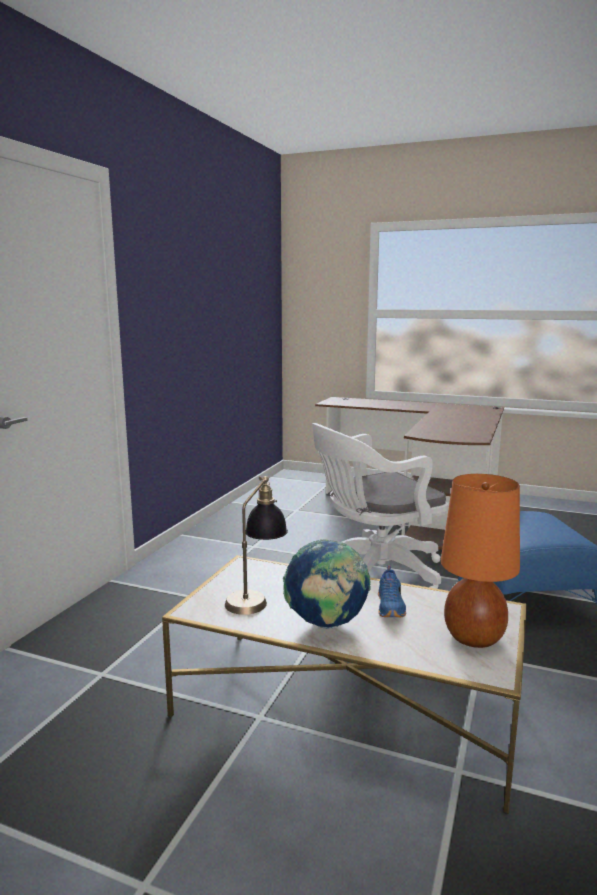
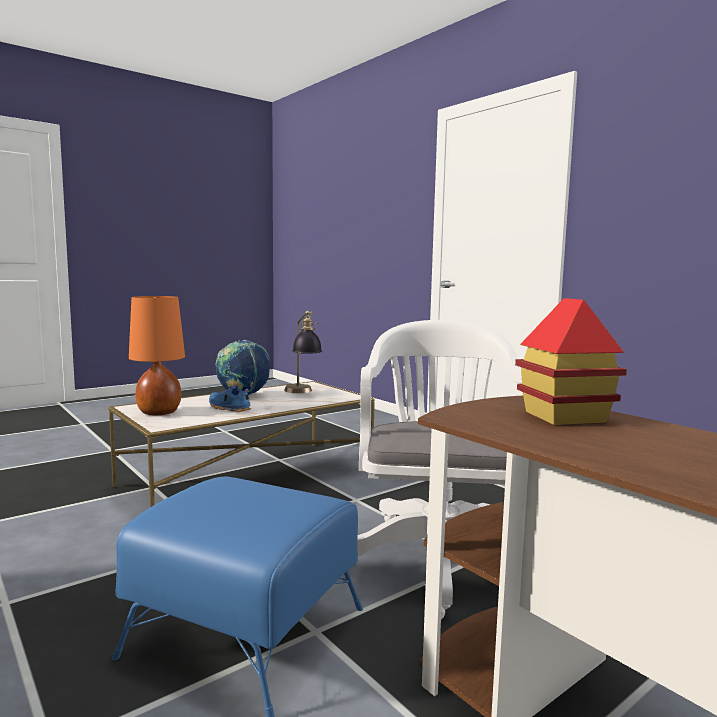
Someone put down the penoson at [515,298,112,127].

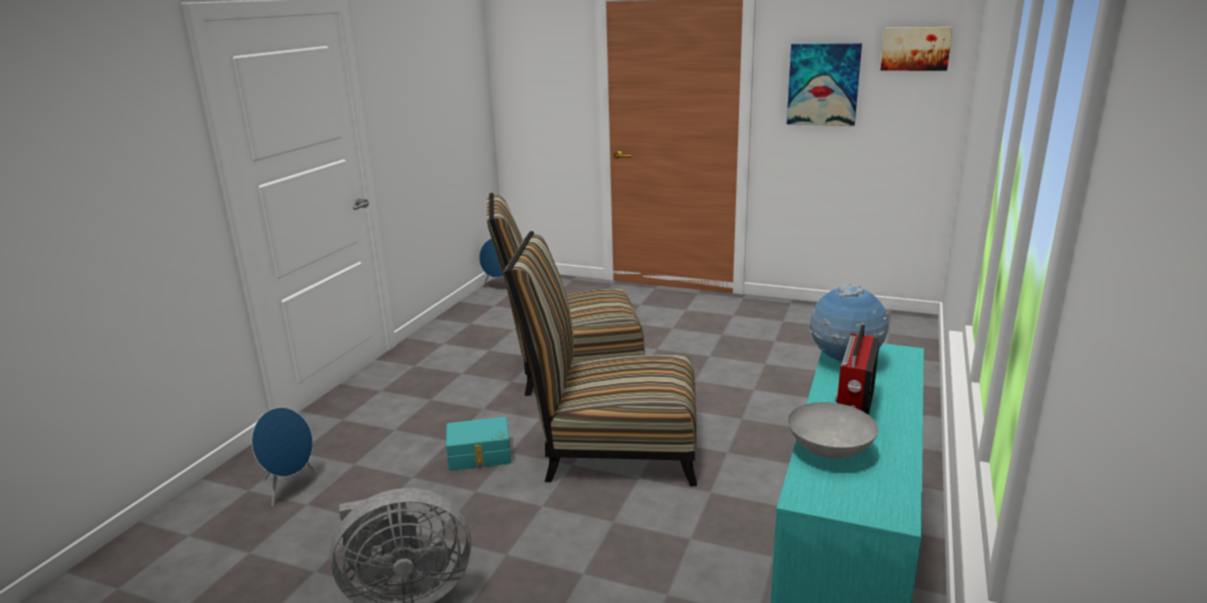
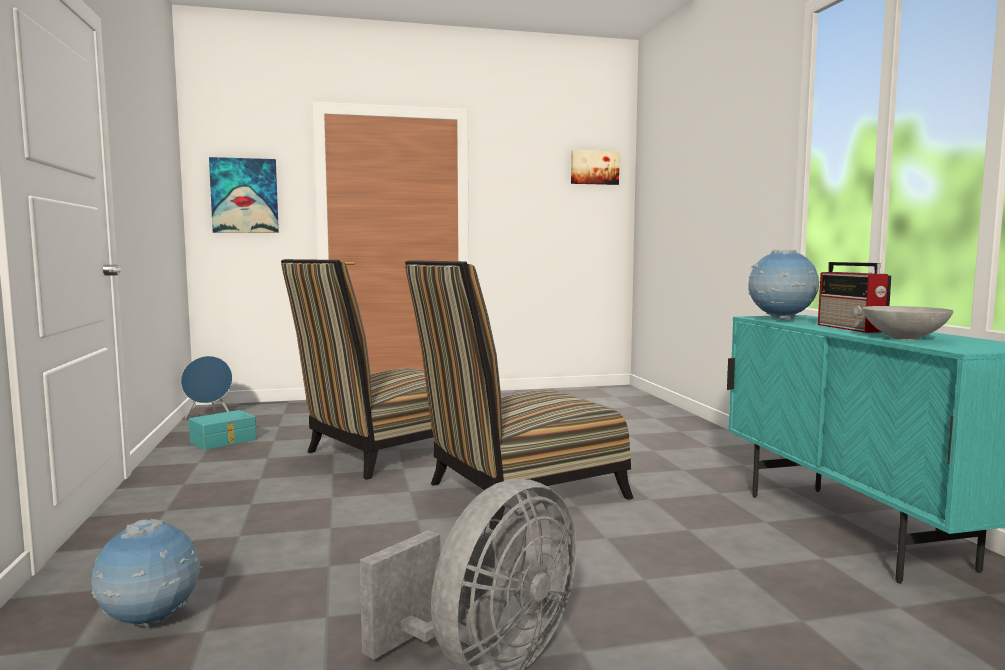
Someone carried the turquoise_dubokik from [446,417,65,54] to [189,410,68,40]. Someone carried the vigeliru from [787,43,75,83] to [209,157,70,76]. Someone swapped the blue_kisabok at [252,407,66,99] for the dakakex at [91,519,112,109].

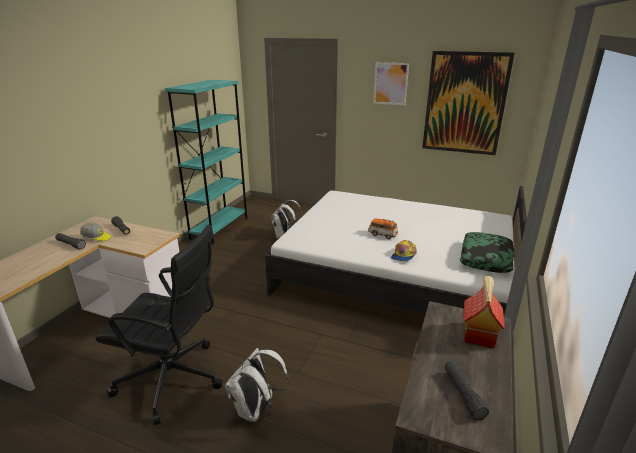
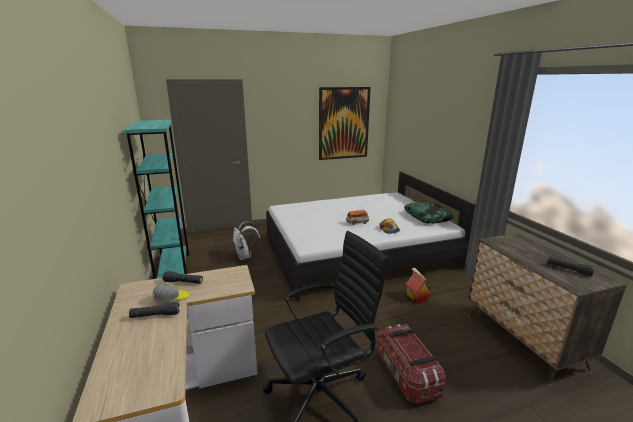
Someone took away the vigeliru at [373,62,36,43]. Someone carried the penoson from [463,276,42,72] to [405,268,27,36]. Someone swapped the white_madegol at [225,348,64,74] for the dubokik at [377,324,69,80].

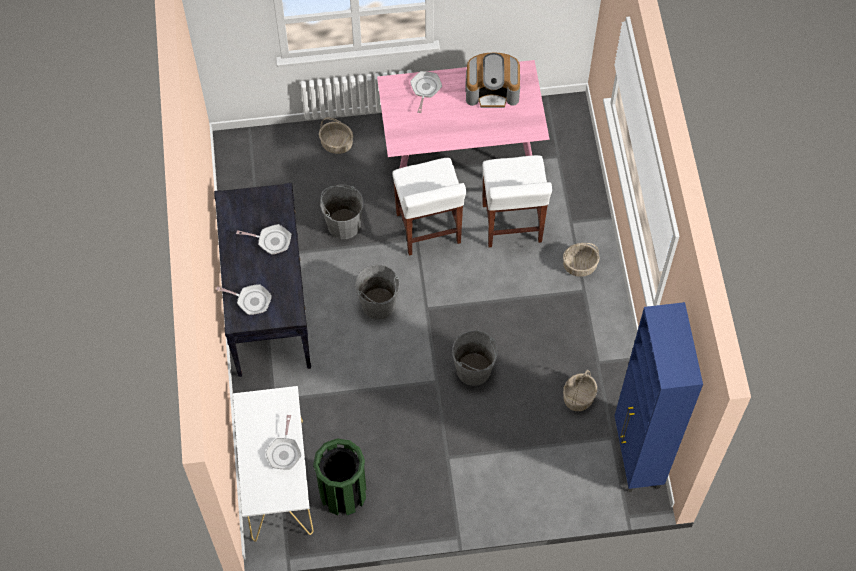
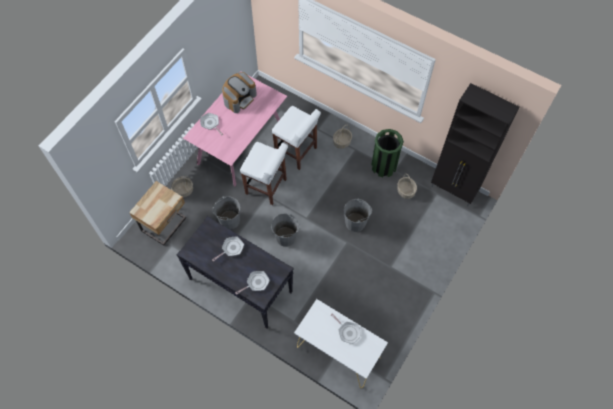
Someone put down the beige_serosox at [129,181,57,64]. Someone carried the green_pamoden from [313,439,53,76] to [371,129,33,48]. Someone repainted the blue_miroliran at [615,302,88,190], which became the black_miroliran at [431,83,88,123].

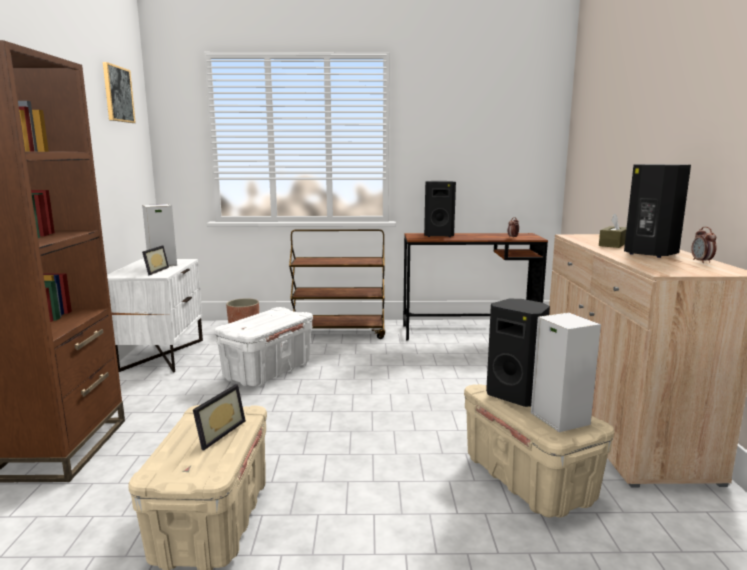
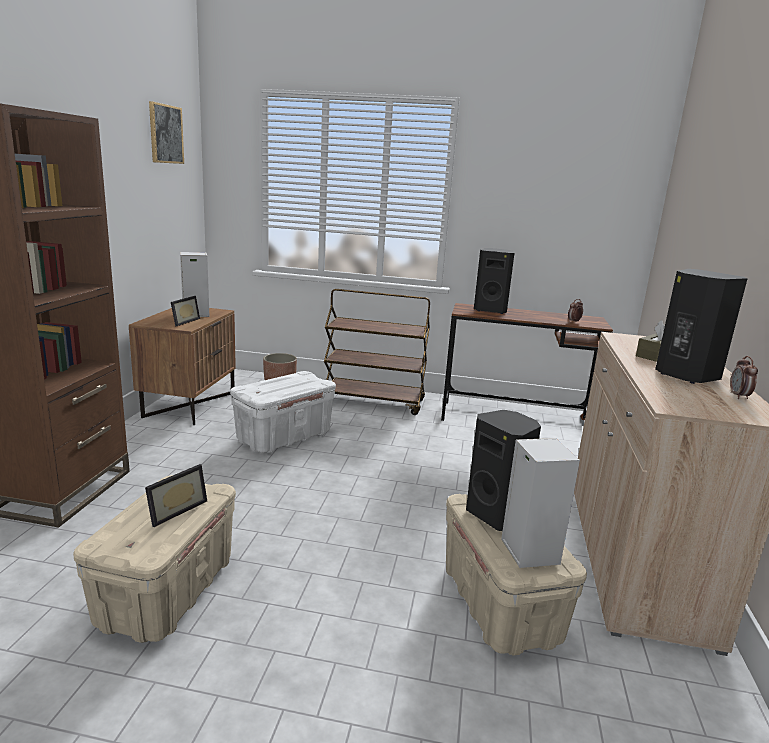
Someone repainted the white_serosox at [107,259,96,113], which became the brown_serosox at [129,308,107,117].

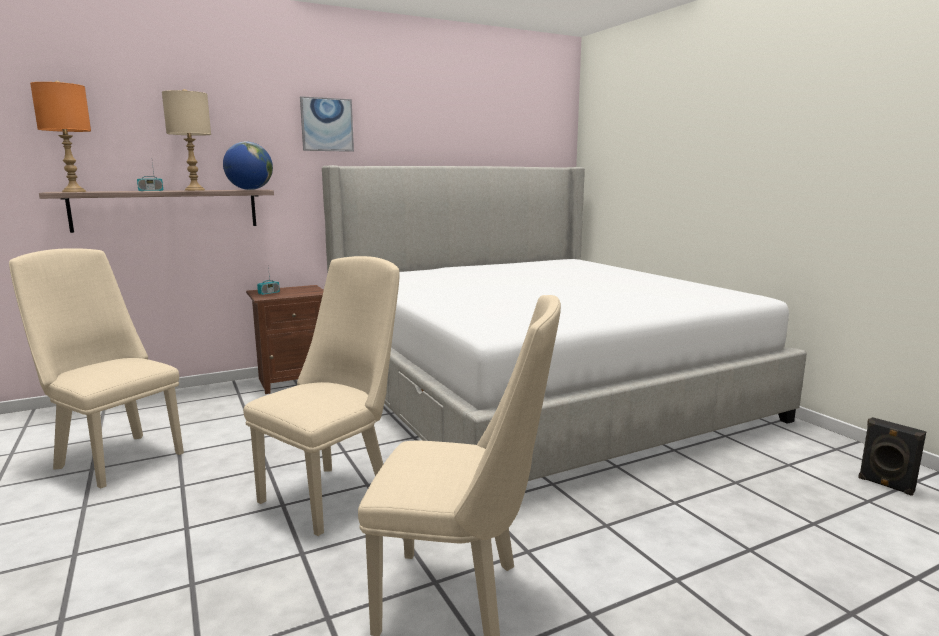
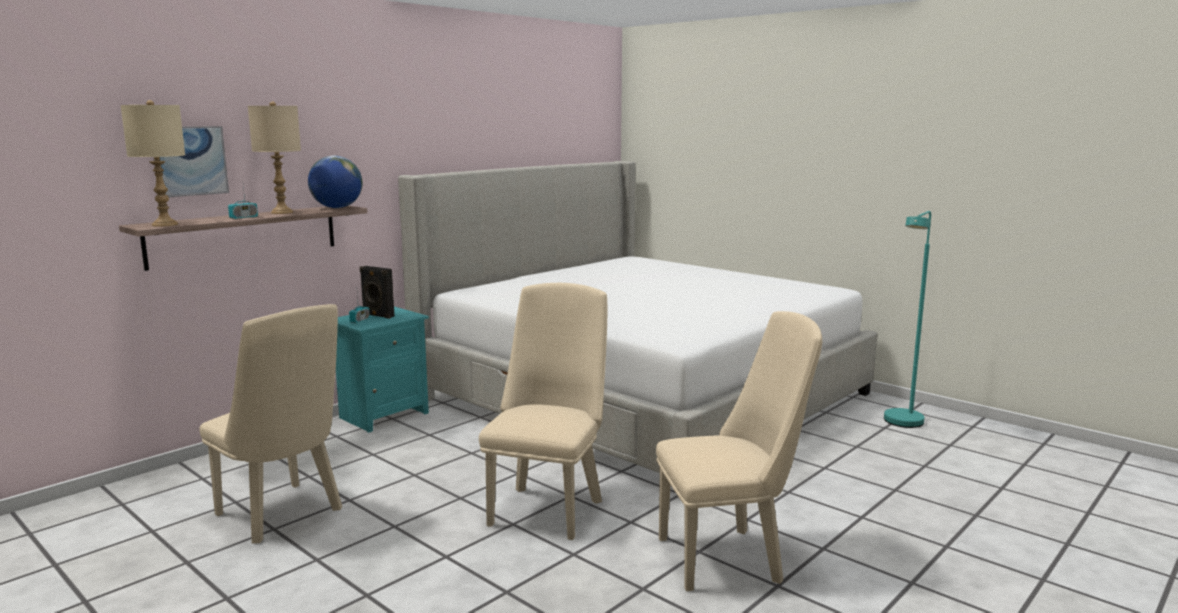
Someone put down the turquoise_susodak at [884,211,47,217]. Someone carried the vigeliru from [300,96,54,56] to [160,126,69,71]. Someone carried the black_kisabok from [858,417,69,79] to [360,266,34,53]. Someone repainted the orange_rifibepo at [30,81,61,111], which became the beige_rifibepo at [120,100,65,127]. Someone repainted the brown_serosox at [246,285,78,109], which became the turquoise_serosox at [336,307,93,126]. Someone rotated the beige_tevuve at [9,248,175,240] by 150 degrees counterclockwise.

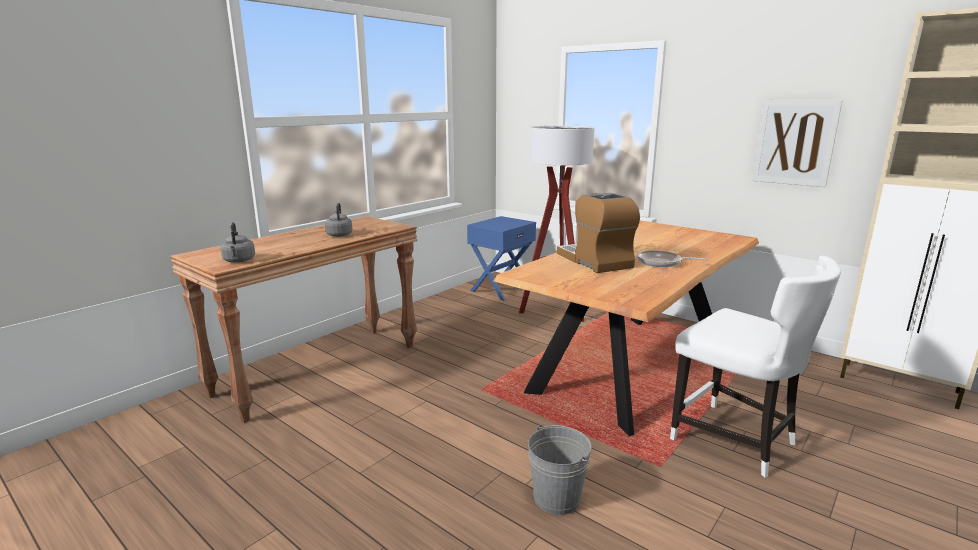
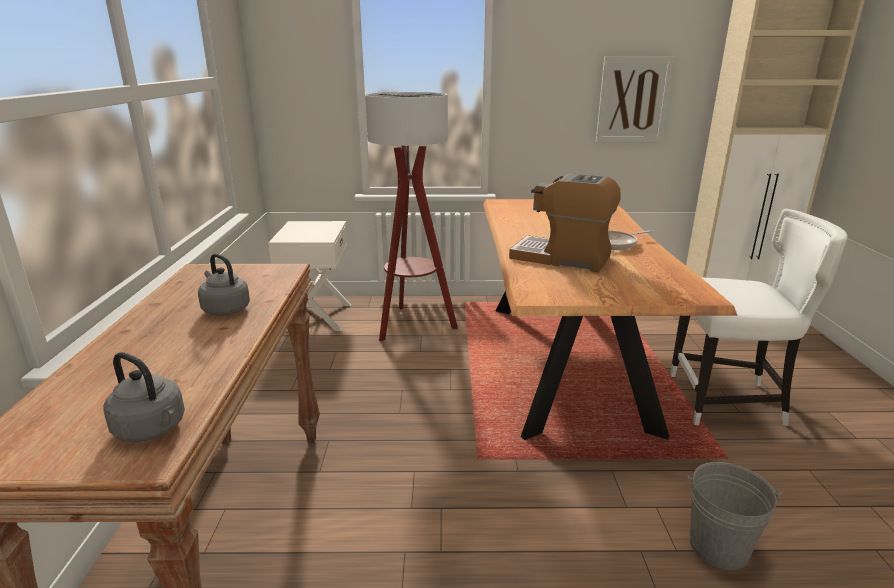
Someone repainted the blue_serosox at [467,216,69,85], which became the white_serosox at [268,221,83,110].

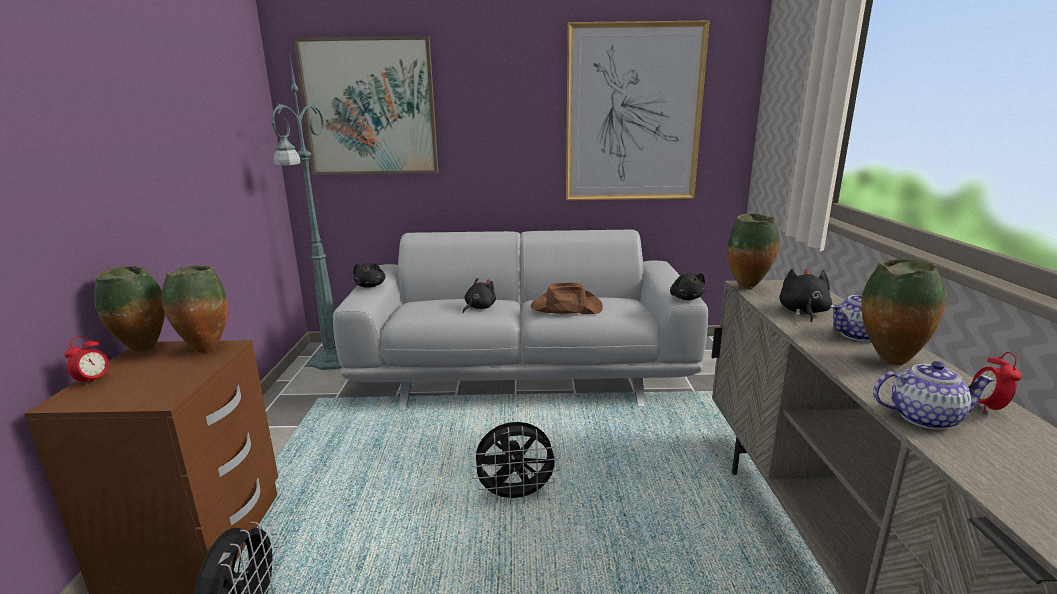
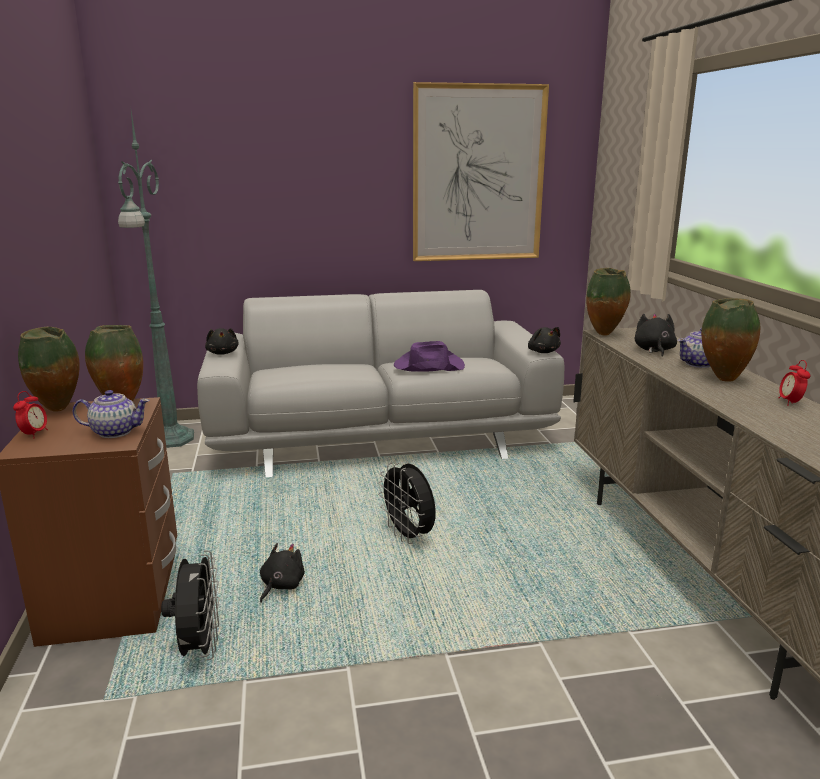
Someone took away the vigeliru at [293,36,145,139]. Someone carried the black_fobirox from [462,278,34,35] to [260,543,45,60]. Someone carried the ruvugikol from [873,361,122,69] to [73,390,77,48]. Someone repainted the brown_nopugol at [531,283,72,31], which became the purple_nopugol at [394,341,71,31]. Someone rotated the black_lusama at [471,422,89,83] by 75 degrees clockwise.

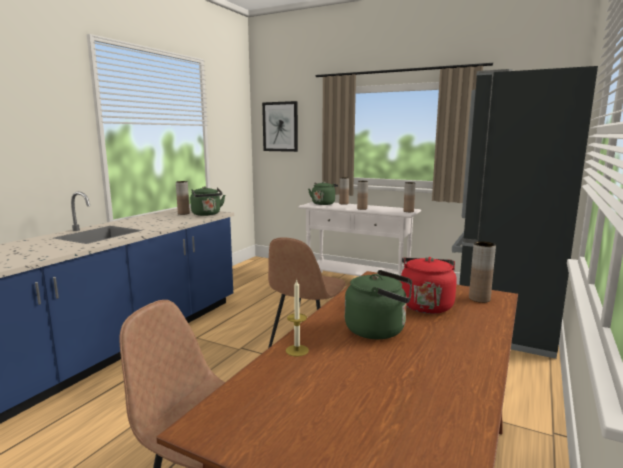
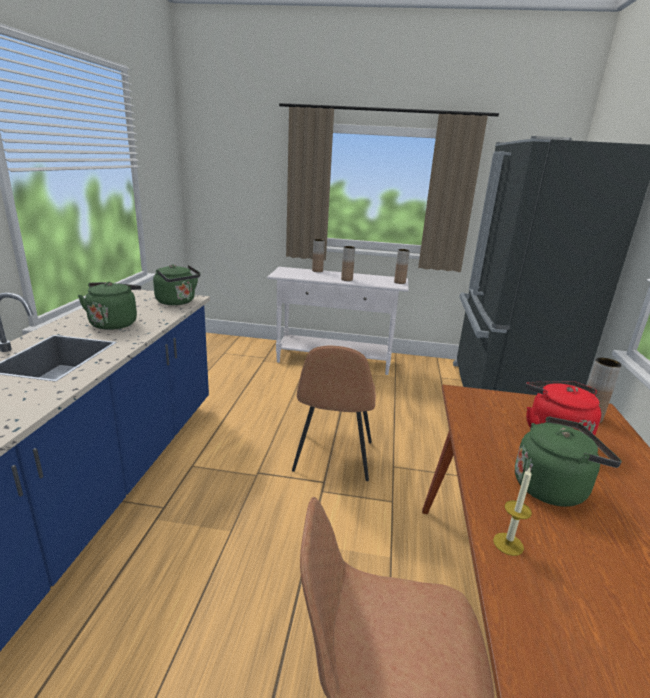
Someone took away the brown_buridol at [176,181,14,34]. Someone took away the vigeliru at [262,101,36,51]. Someone carried the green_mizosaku from [308,181,30,24] to [78,282,63,48].

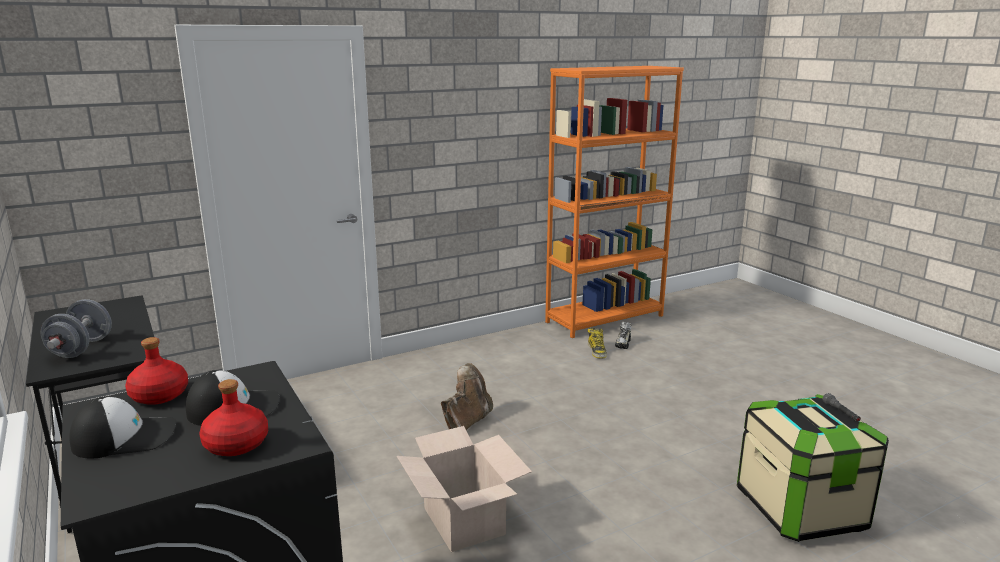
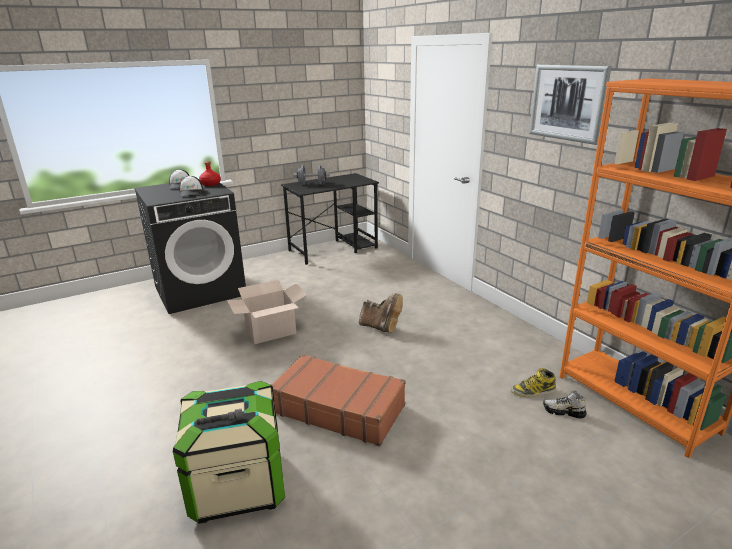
Someone took away the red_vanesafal at [199,379,69,77]. Someone put down the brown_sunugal at [271,354,135,93]. Someone put up the vigeliru at [529,64,83,81].

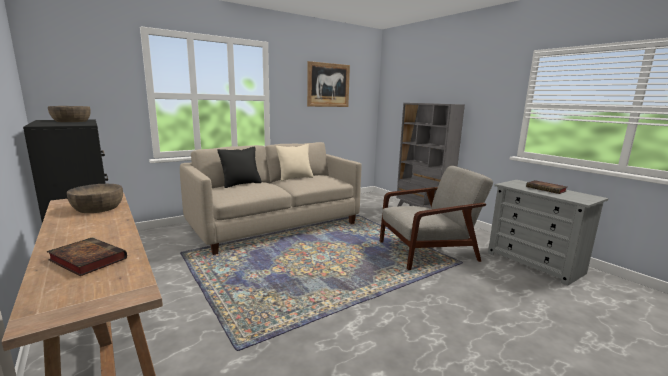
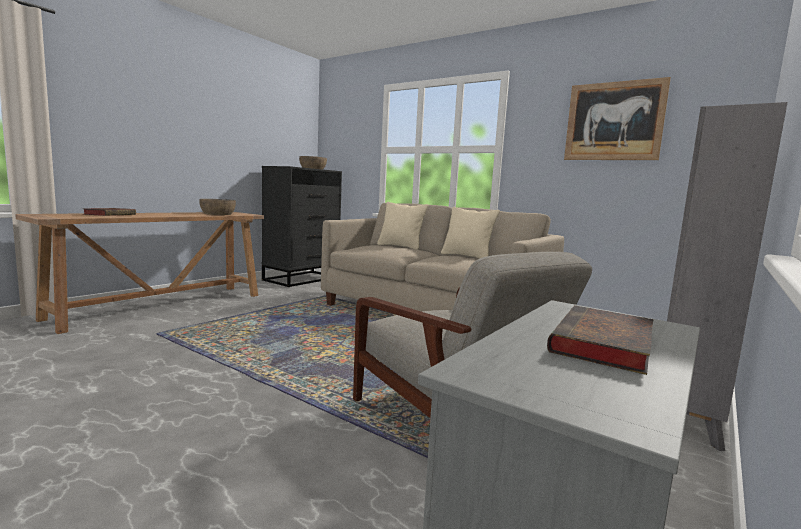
Someone repainted the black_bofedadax at [217,146,45,42], which became the beige_bofedadax at [377,202,51,48].

